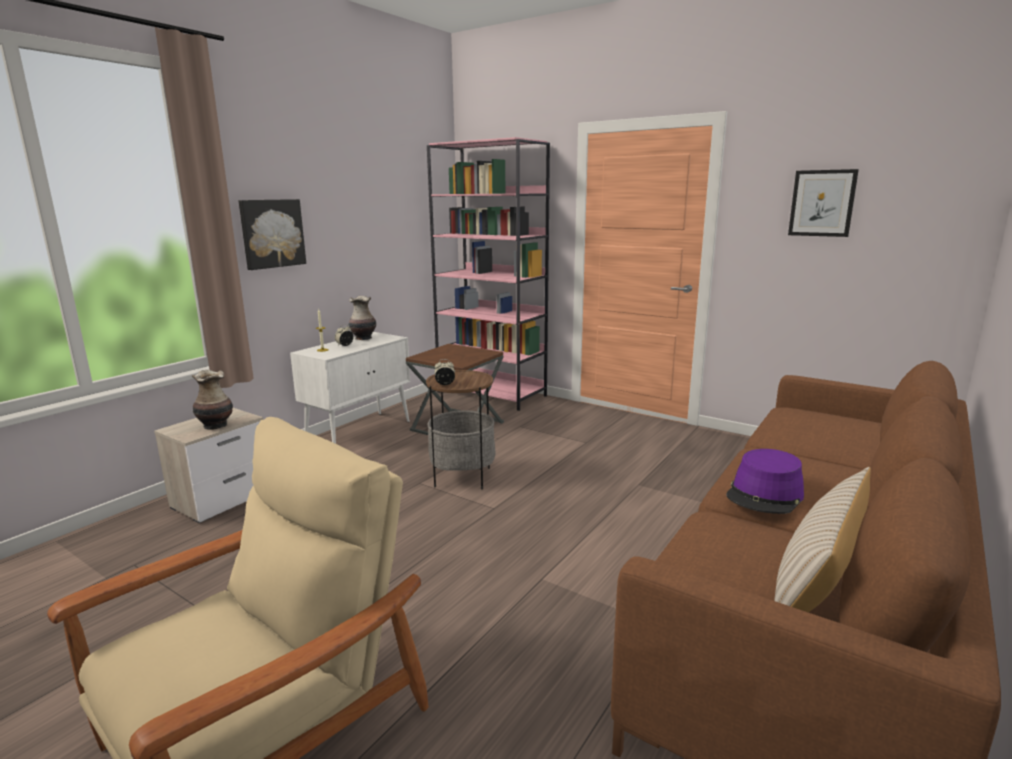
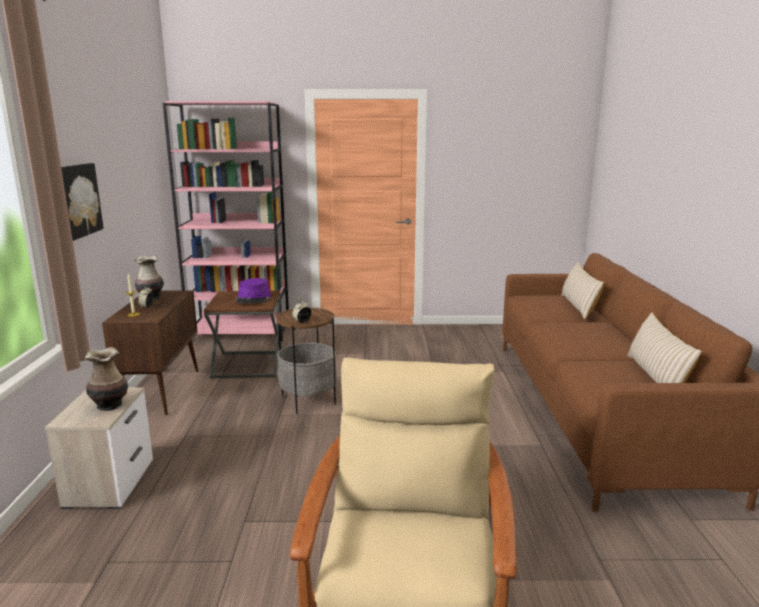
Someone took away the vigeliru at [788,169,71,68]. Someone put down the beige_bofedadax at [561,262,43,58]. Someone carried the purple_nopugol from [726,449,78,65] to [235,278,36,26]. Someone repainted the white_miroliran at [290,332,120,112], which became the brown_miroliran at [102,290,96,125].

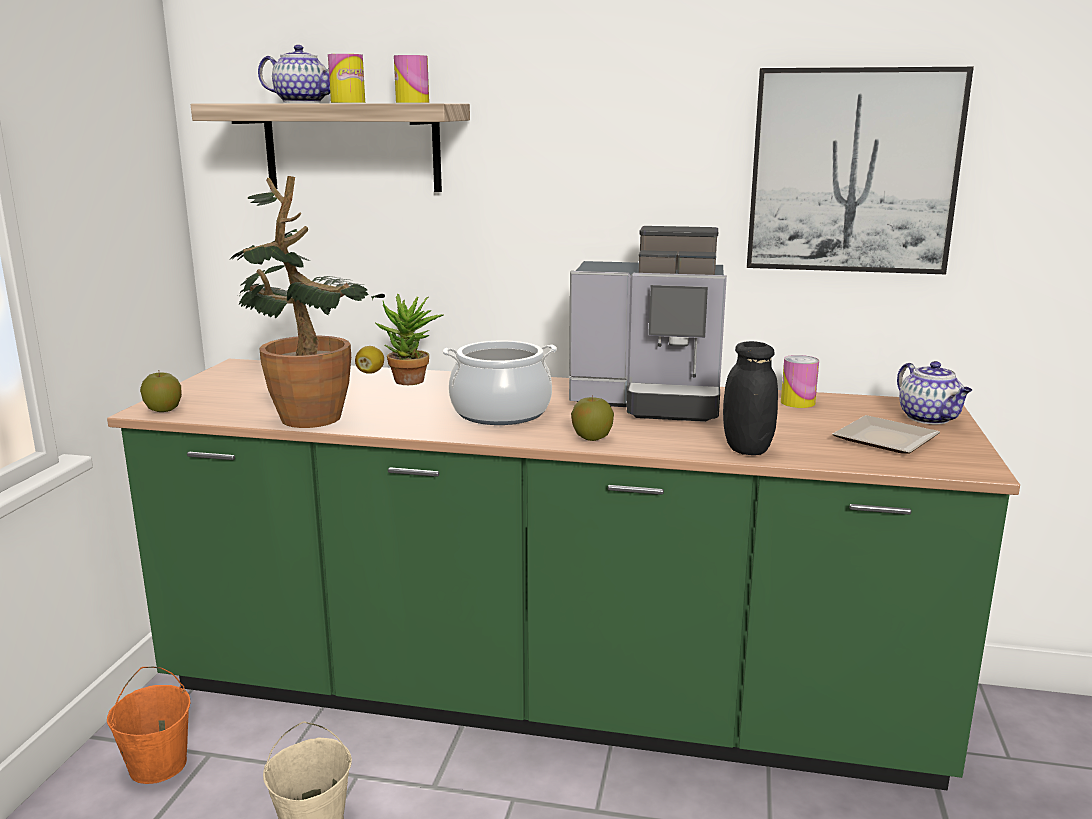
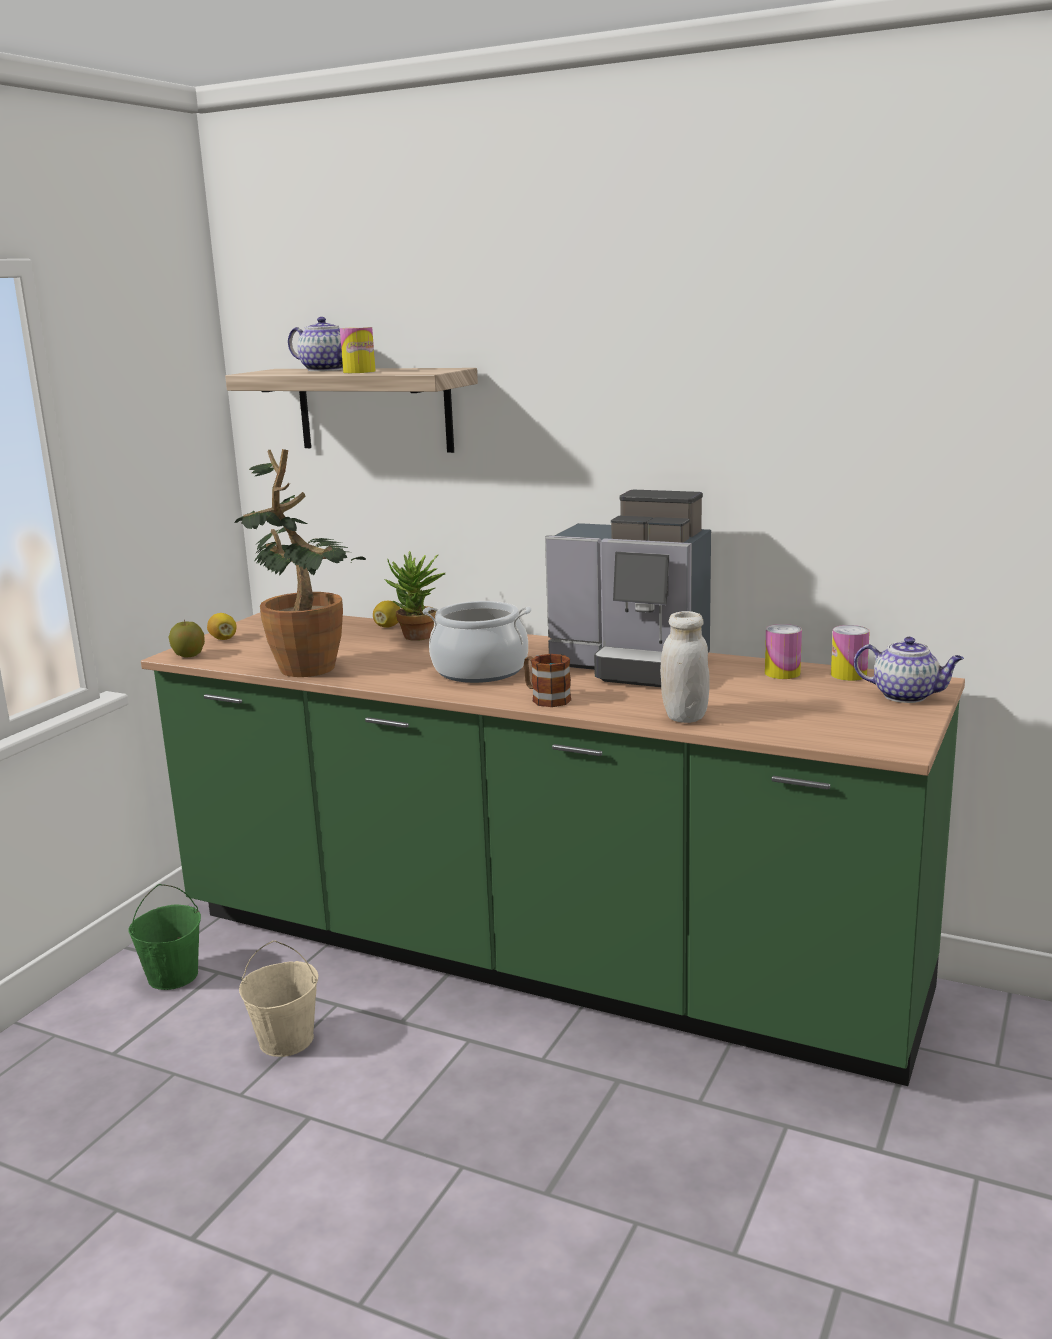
Someone took away the vigeliru at [747,67,227,207]. Someone took away the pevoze at [833,415,107,39]. Someone put down the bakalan at [207,613,30,27]. Someone carried the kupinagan from [394,55,35,48] to [831,625,39,56]. Someone swapped the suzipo at [571,395,43,46] for the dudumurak at [524,654,47,53]. Someone repainted the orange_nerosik at [107,667,83,117], which became the green_nerosik at [128,884,73,106]. Someone repainted the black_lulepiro at [723,341,55,114], which became the white_lulepiro at [660,611,50,112]. Someone rotated the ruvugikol at [897,361,75,63] by 60 degrees counterclockwise.

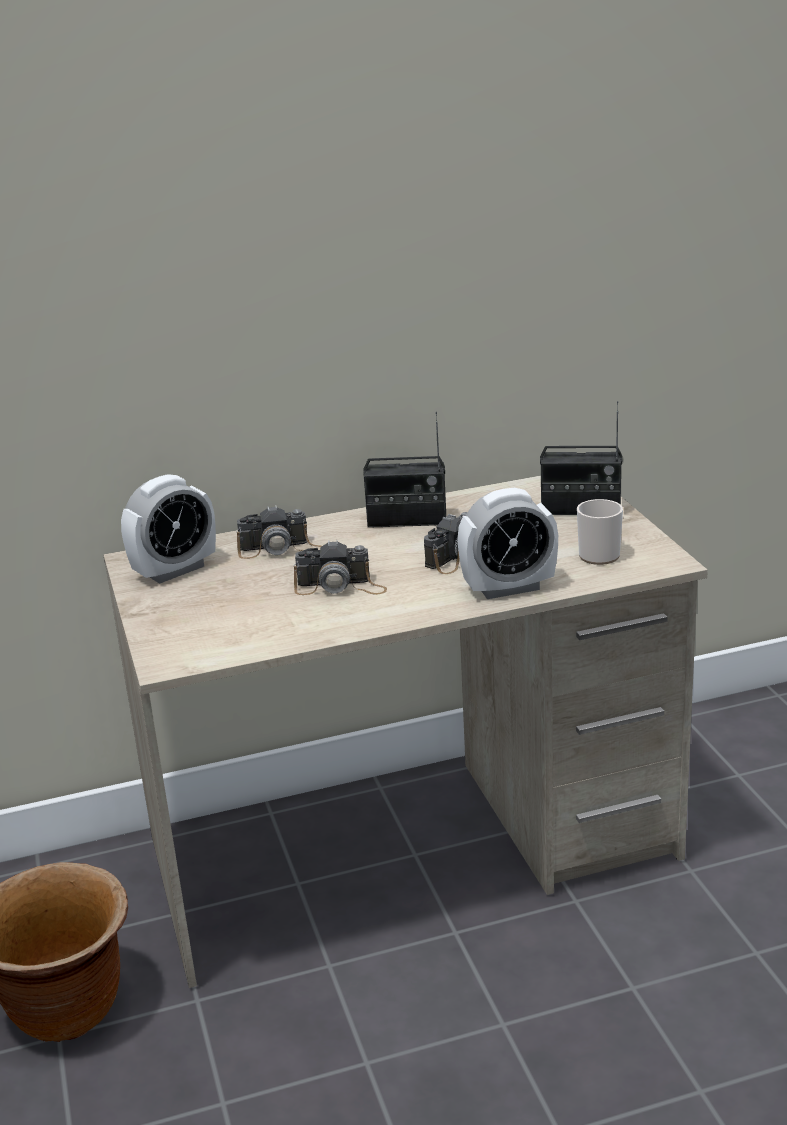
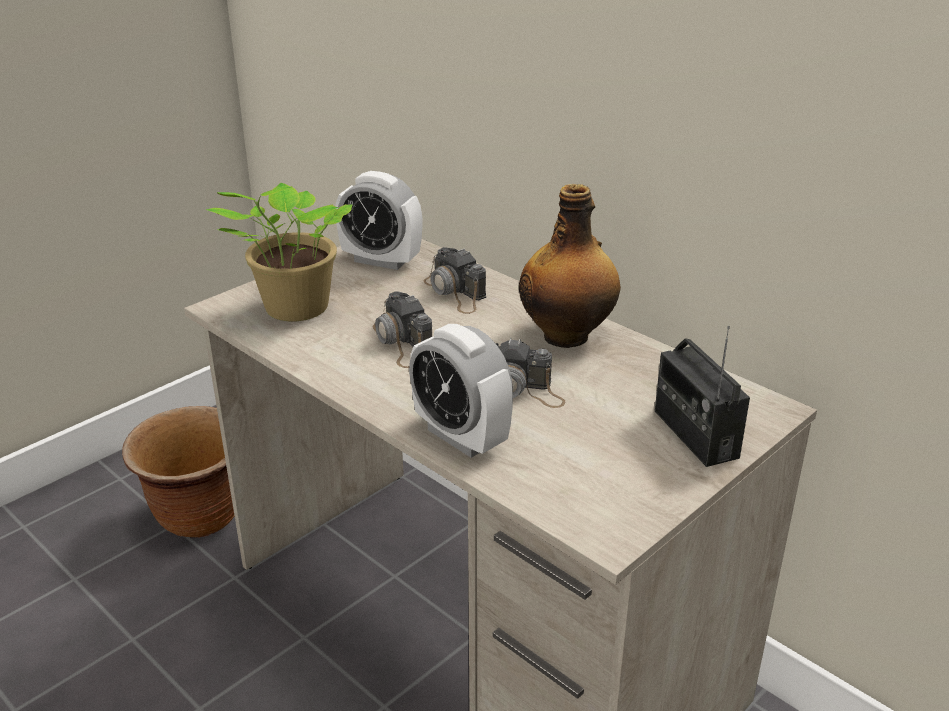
Someone took away the dudumurak at [577,499,46,66]. Someone put down the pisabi at [206,183,147,138]. Someone swapped the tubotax at [363,412,83,116] for the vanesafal at [519,184,102,164].

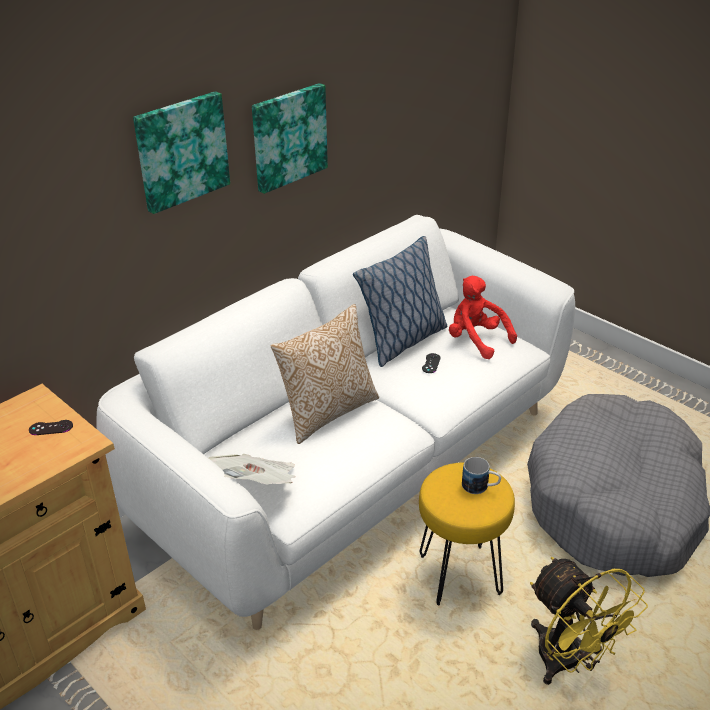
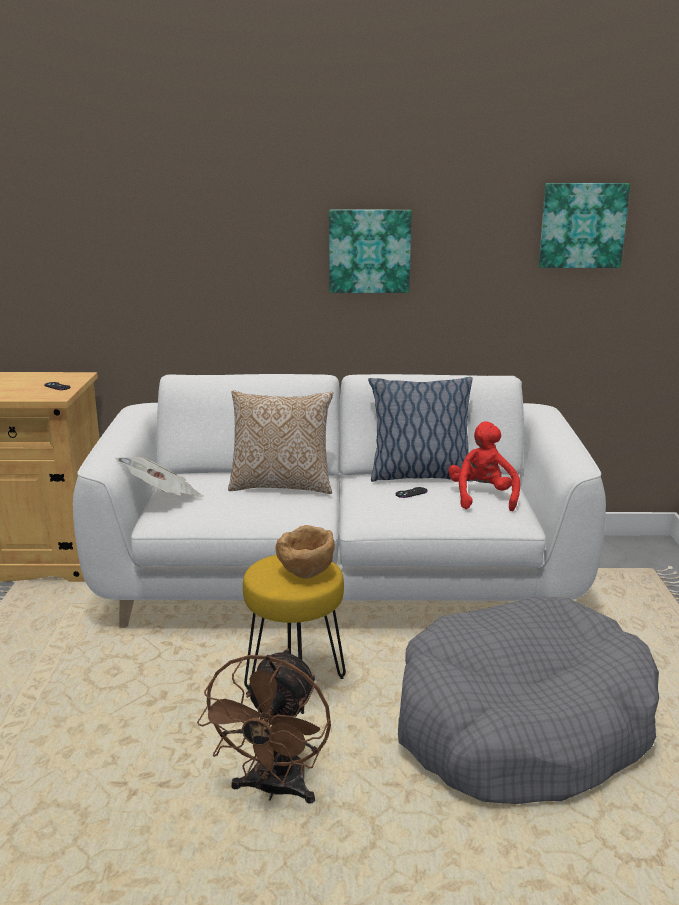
Someone carried the vigeliru from [133,91,97,123] to [539,183,91,85]. Someone swapped the dudumurak at [462,457,39,37] for the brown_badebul at [276,525,59,54]. Someone repainted the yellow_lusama at [530,557,118,128], which became the brown_lusama at [197,649,134,155].

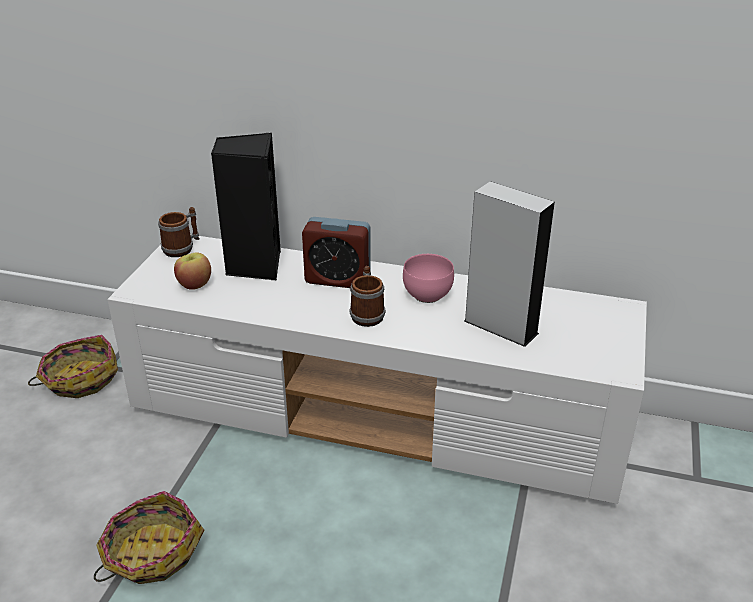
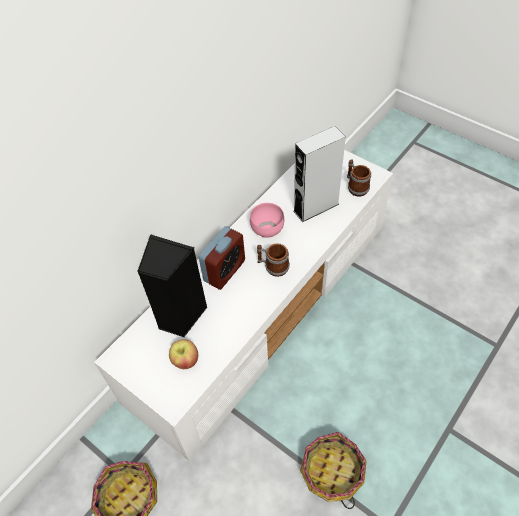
Someone carried the dudumurak from [158,207,42,50] to [347,159,24,37].

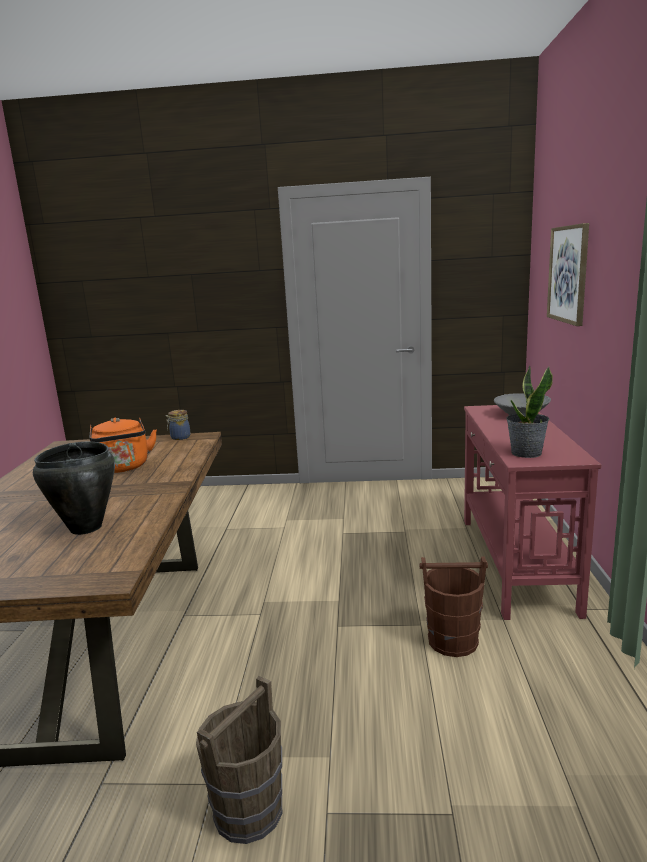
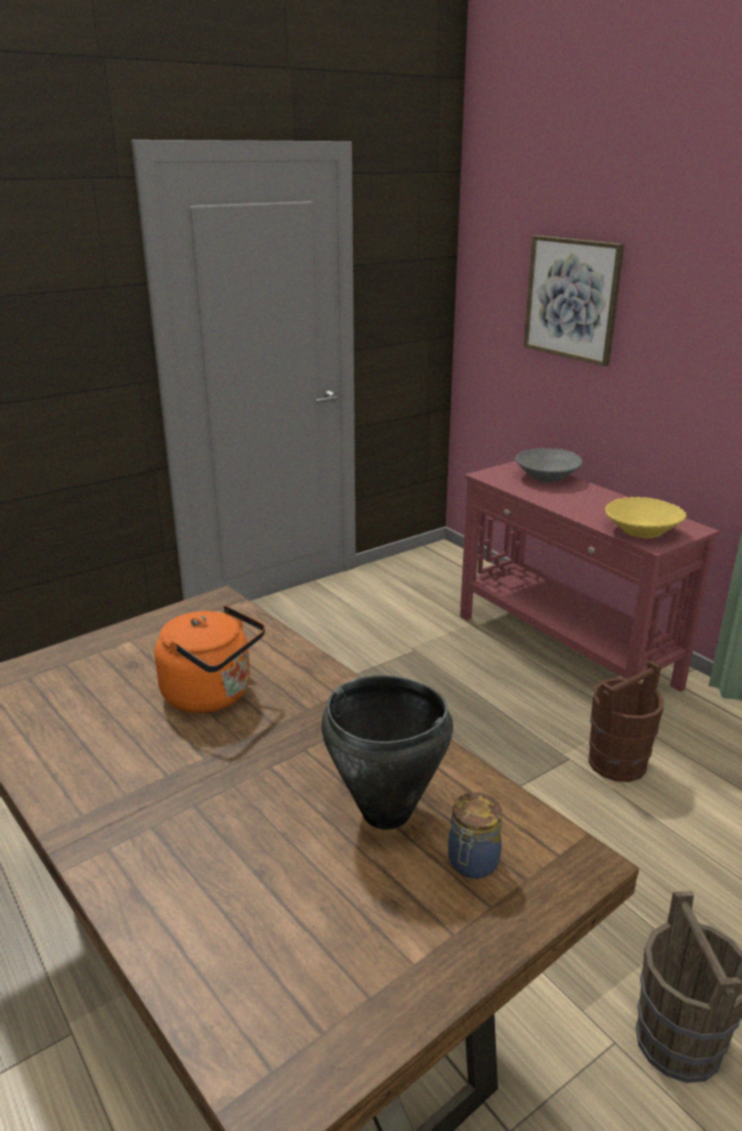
Someone carried the lulepiro from [166,410,24,30] to [448,793,54,86]. Someone swapped the pisabi at [506,365,47,93] for the yellow_badebul at [605,497,81,41].

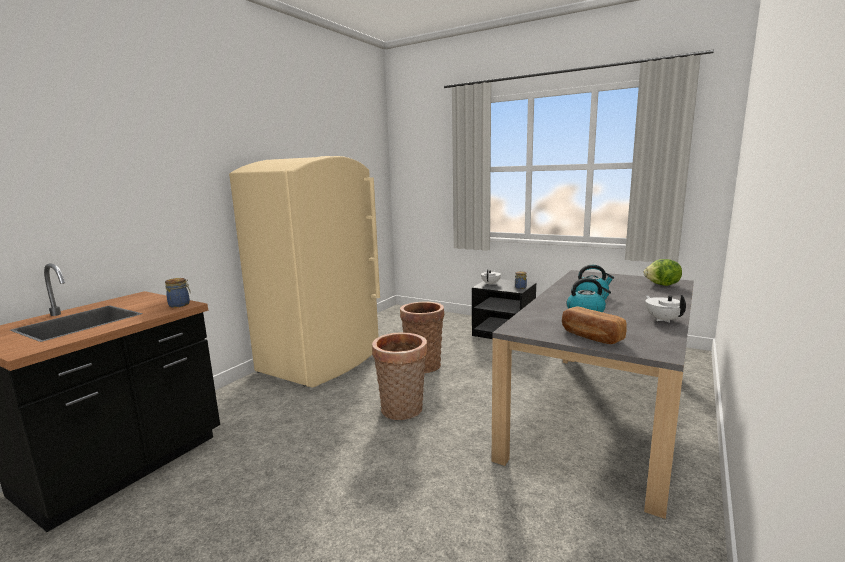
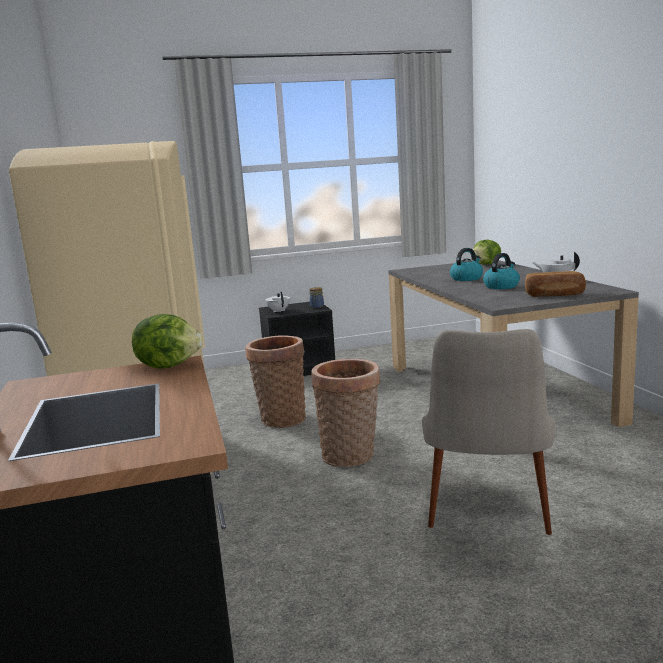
Someone put down the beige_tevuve at [422,329,134,206]. Someone swapped the lulepiro at [165,278,26,30] for the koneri at [132,314,71,55].

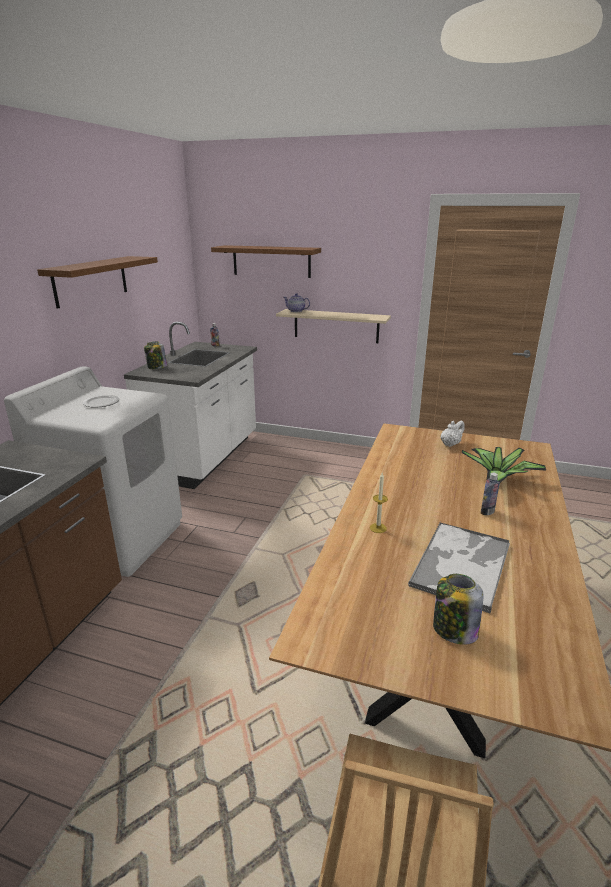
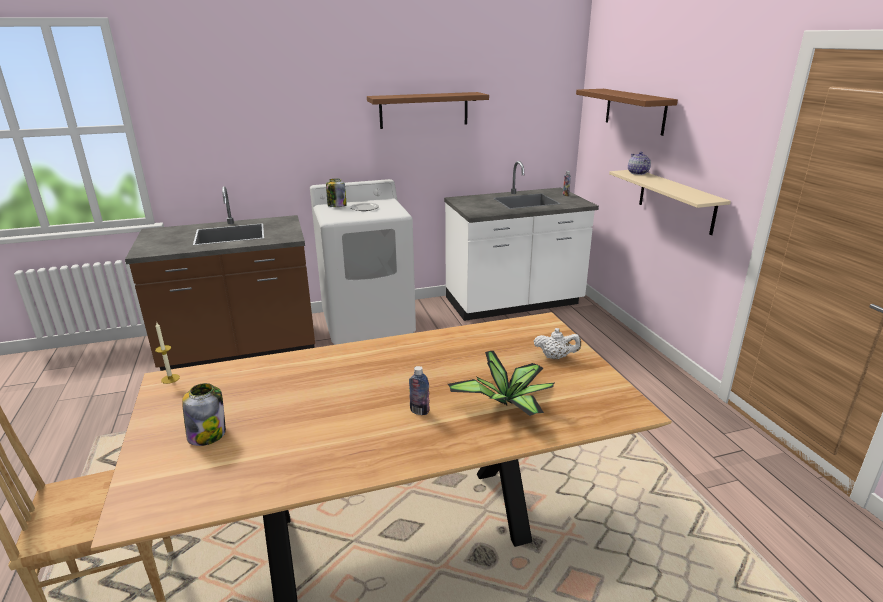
Someone took away the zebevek at [408,523,102,91]. Someone carried the lulepiro from [144,341,23,28] to [326,179,21,28]. Someone carried the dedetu from [370,473,18,60] to [155,323,25,61].

